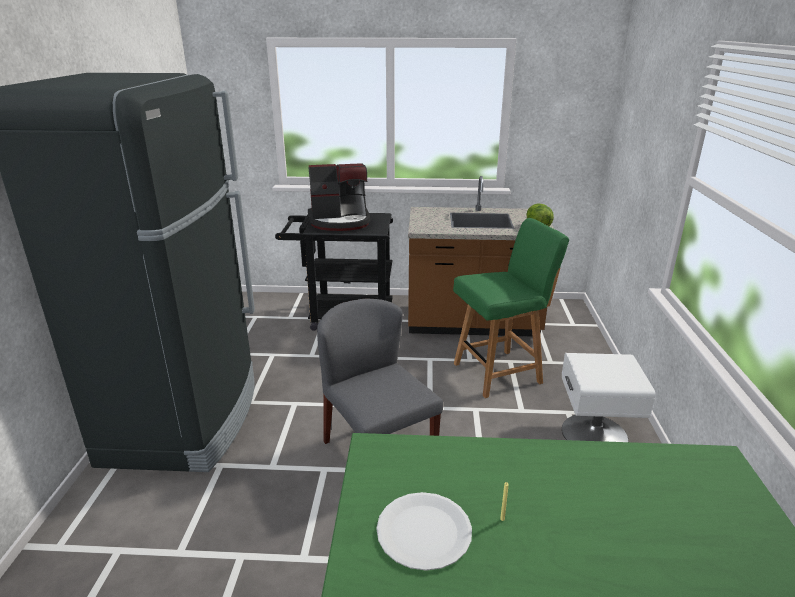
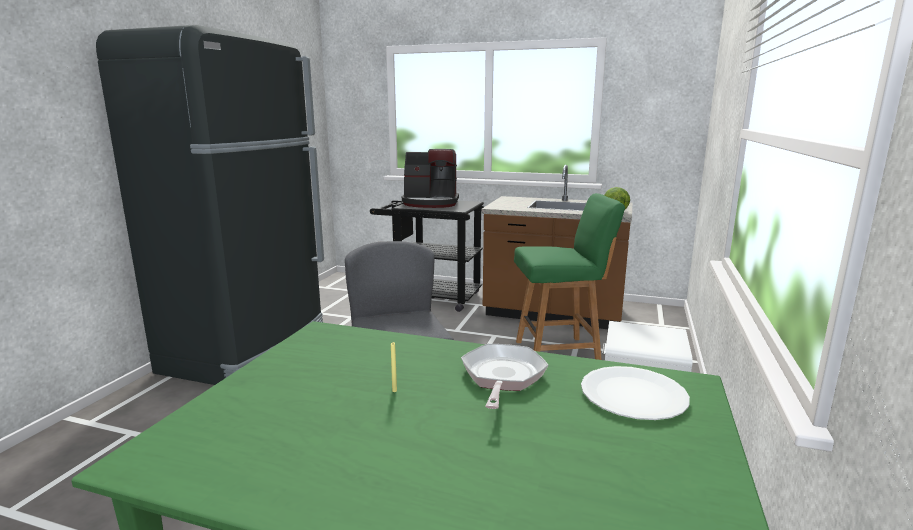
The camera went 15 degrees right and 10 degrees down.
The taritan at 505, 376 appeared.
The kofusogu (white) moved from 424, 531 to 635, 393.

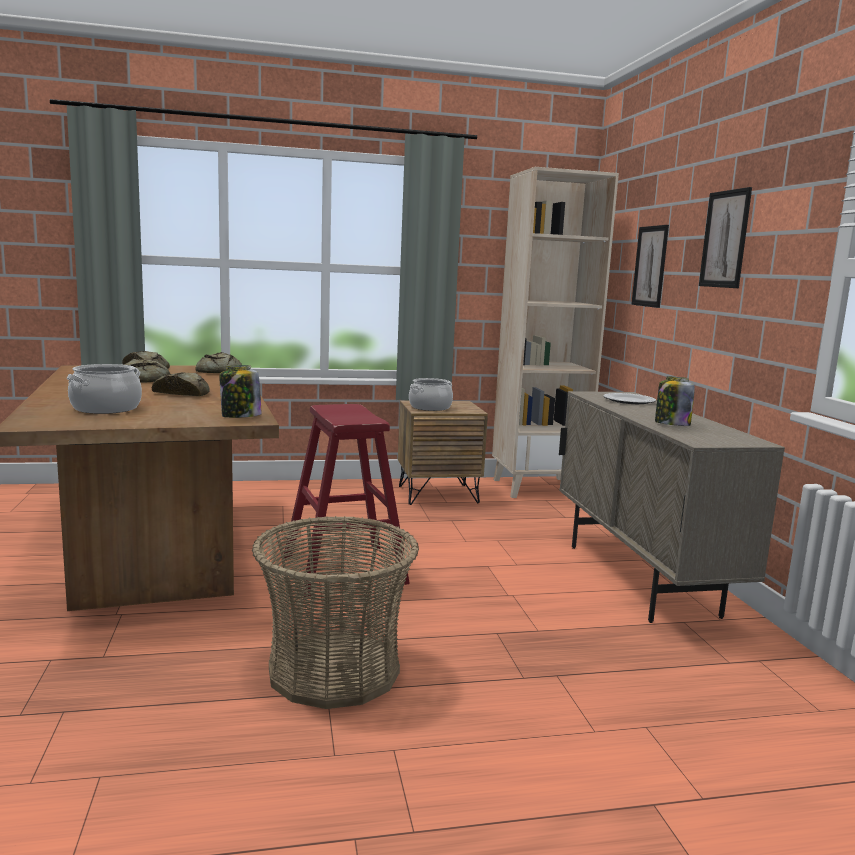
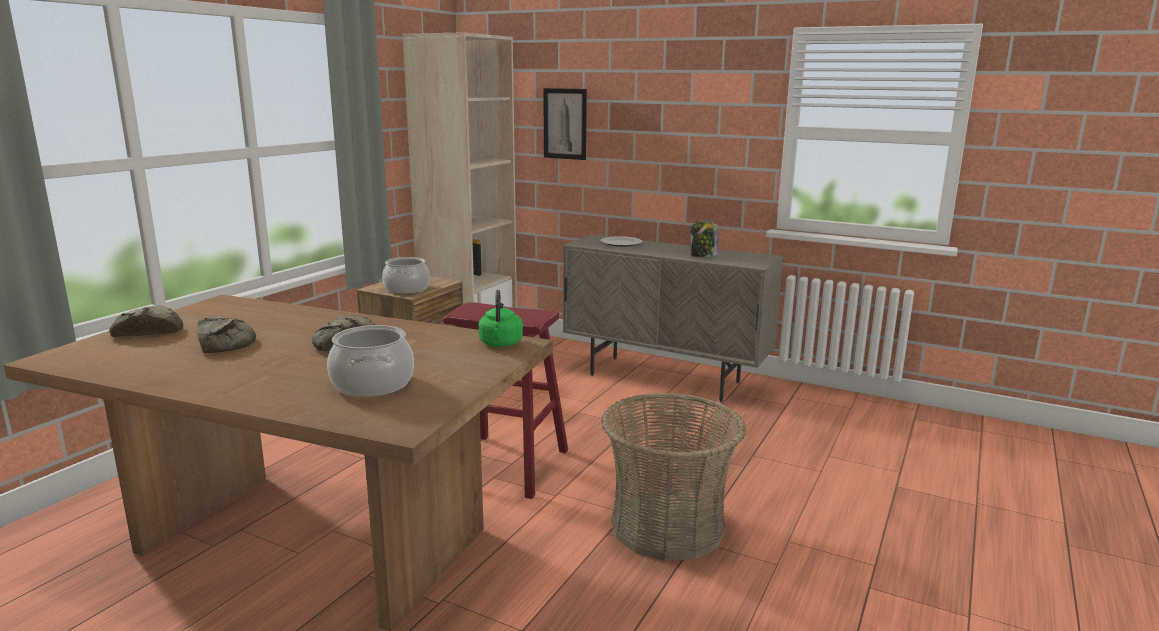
The camera went 50 degrees left and 5 degrees up.
The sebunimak at 241, 391 was replaced by the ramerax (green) at 501, 318.
The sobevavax at 218, 362 disappeared.
The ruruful at 725, 237 disappeared.

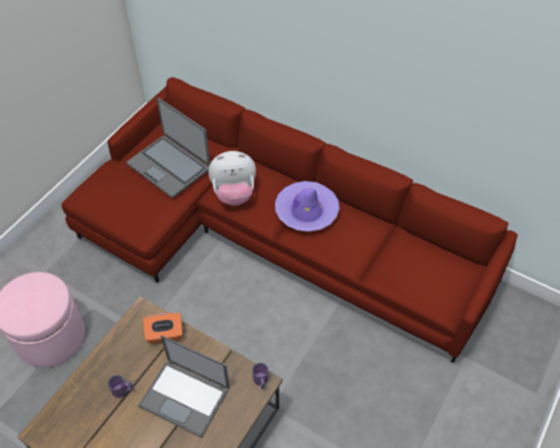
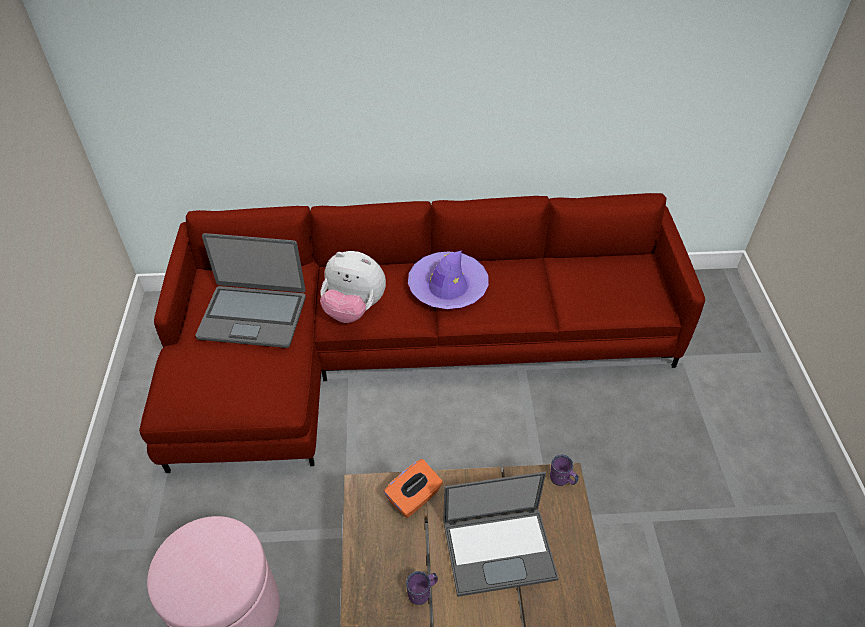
The camera went 35 degrees left and 5 degrees down.
The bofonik at 232, 178 turned 60 degrees clockwise.

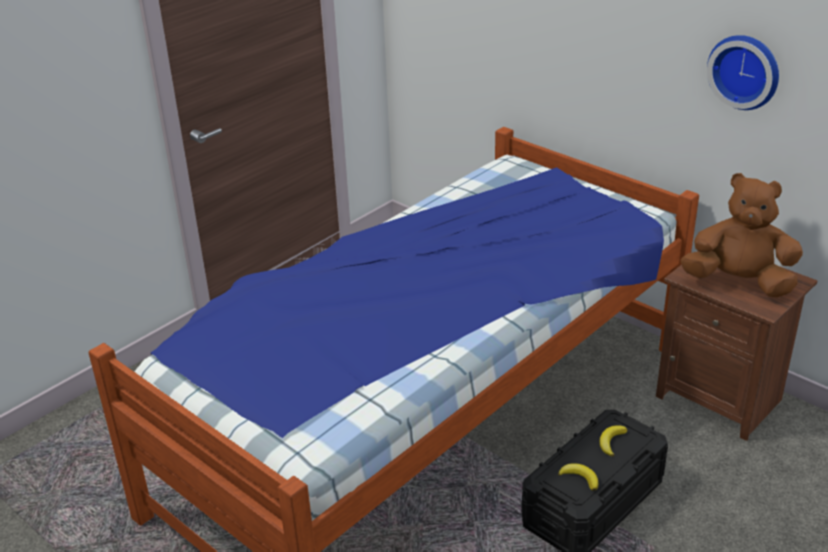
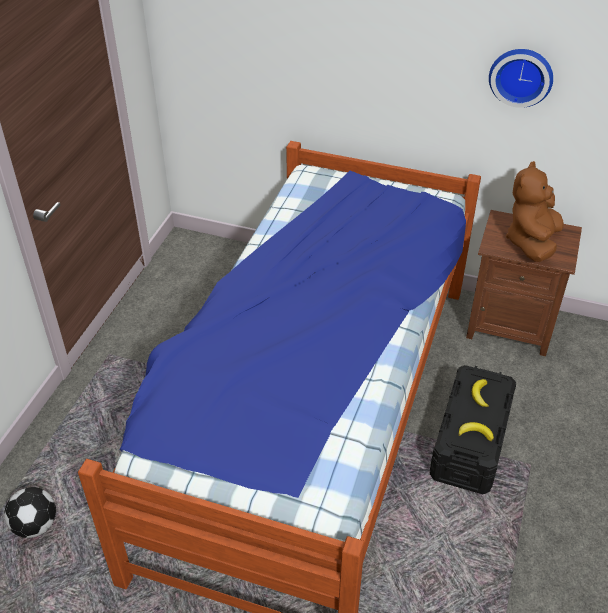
The camera went 25 degrees left and 10 degrees up.
The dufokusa at 30, 512 appeared.
The bofonik (brown) at 742, 235 turned 60 degrees counterclockwise.

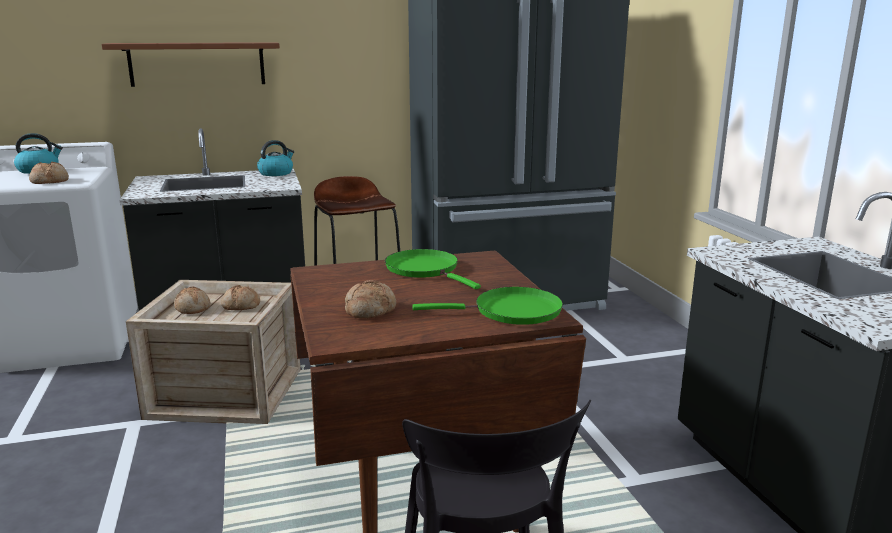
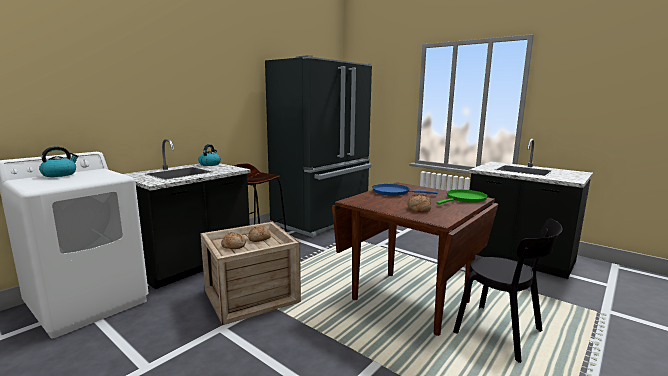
The camera went 35 degrees left and 5 degrees down.
The taritan (green) at 433, 269 became the taritan (blue) at 405, 190.
The sobevavax at 49, 173 disappeared.
The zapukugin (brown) at 190, 64 disappeared.

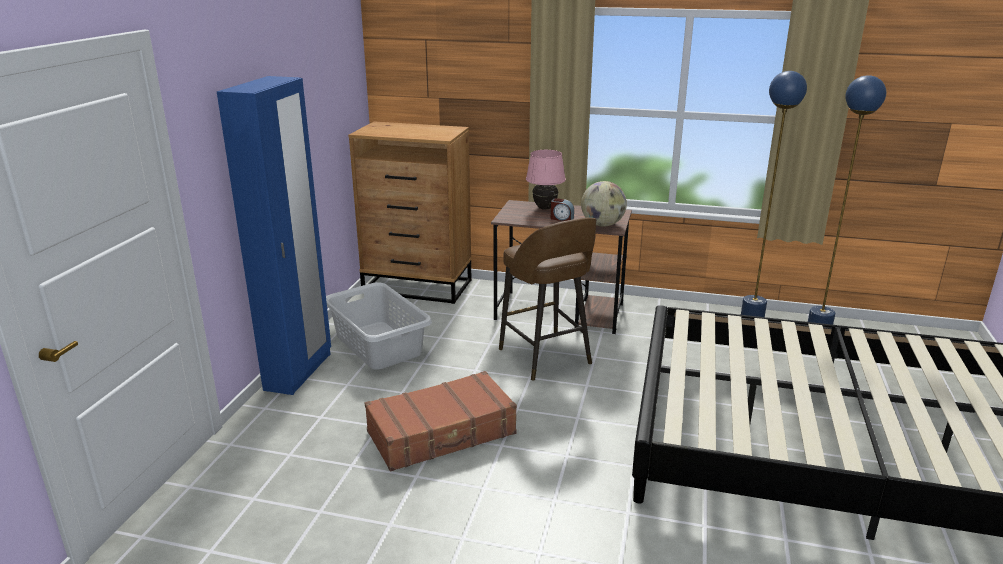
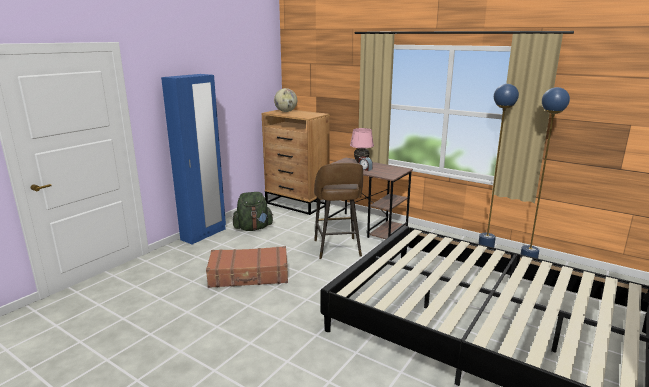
The camera went 20 degrees right and 5 degrees down.
The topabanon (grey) at 379, 326 was replaced by the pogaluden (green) at 253, 211.
The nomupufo moved from 604, 204 to 285, 100.

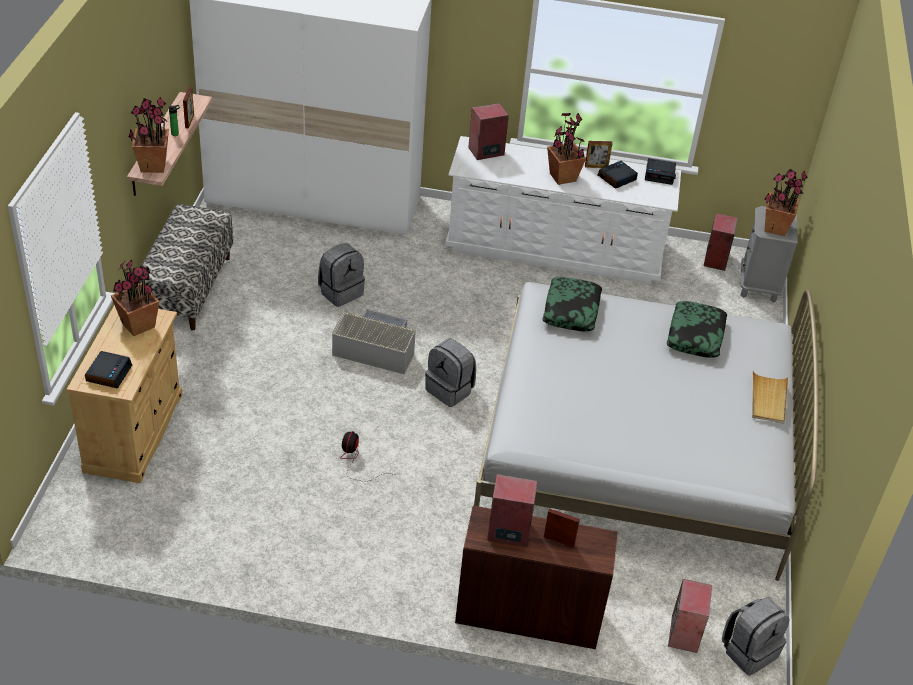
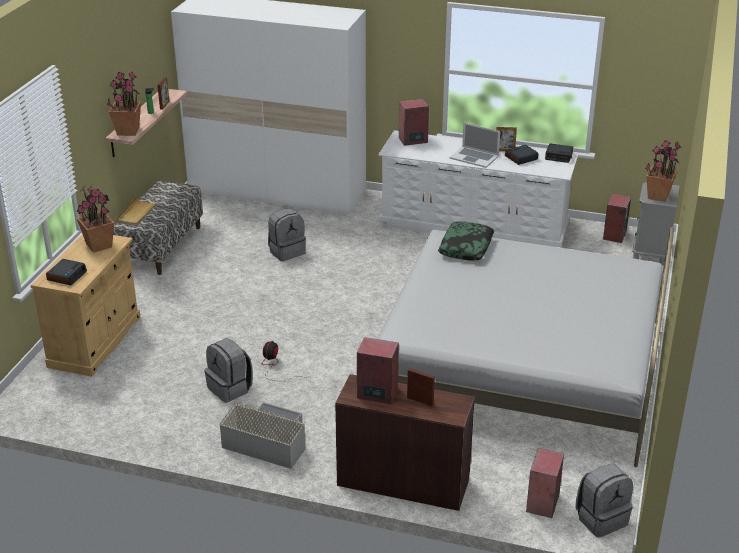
The camera went 10 degrees right and 10 degrees down.
The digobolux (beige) moved from 770, 397 to 137, 212.
The pogaluden (grey) moved from 450, 373 to 228, 370.
The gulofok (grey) moved from 374, 341 to 262, 435.
The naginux at 566, 149 was replaced by the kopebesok at 474, 145.
The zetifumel at 697, 329 disappeared.

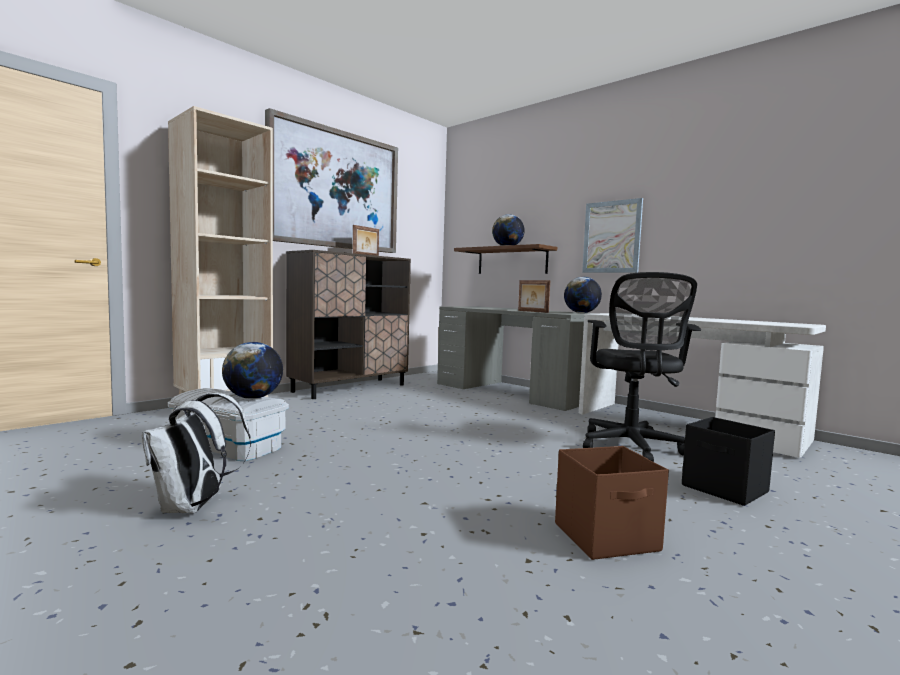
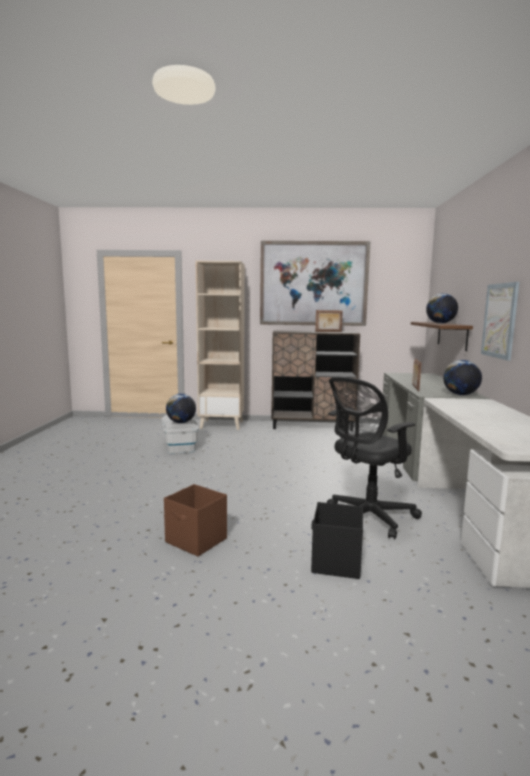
The camera went 50 degrees right and 5 degrees up.
The pogaluden (white) at 196, 453 disappeared.

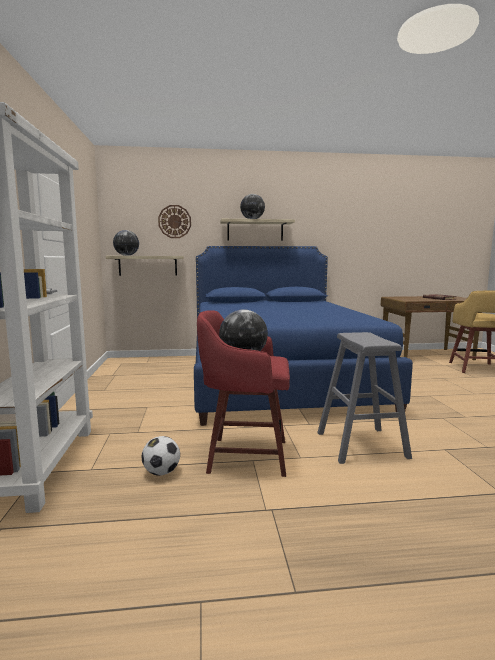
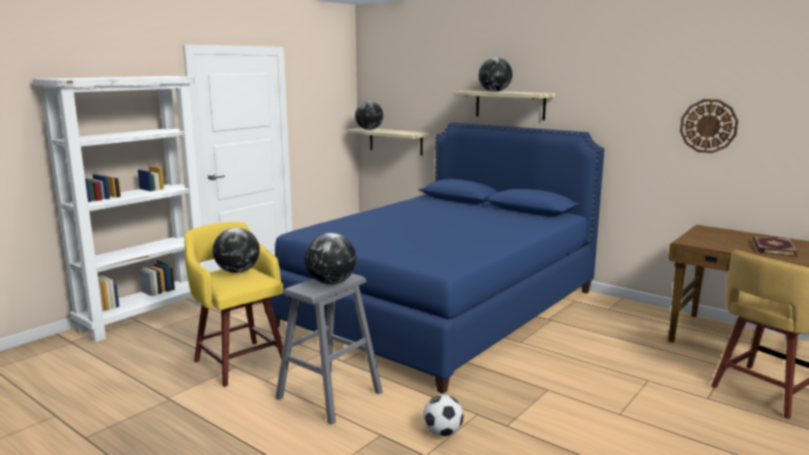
The camera went 45 degrees right and 5 degrees up.
The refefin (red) at 243, 393 became the refefin (yellow) at 233, 304.
The nomupufo at 331, 259 appeared.
The dufokusa moved from 161, 456 to 443, 415.
The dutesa moved from 174, 221 to 709, 126.

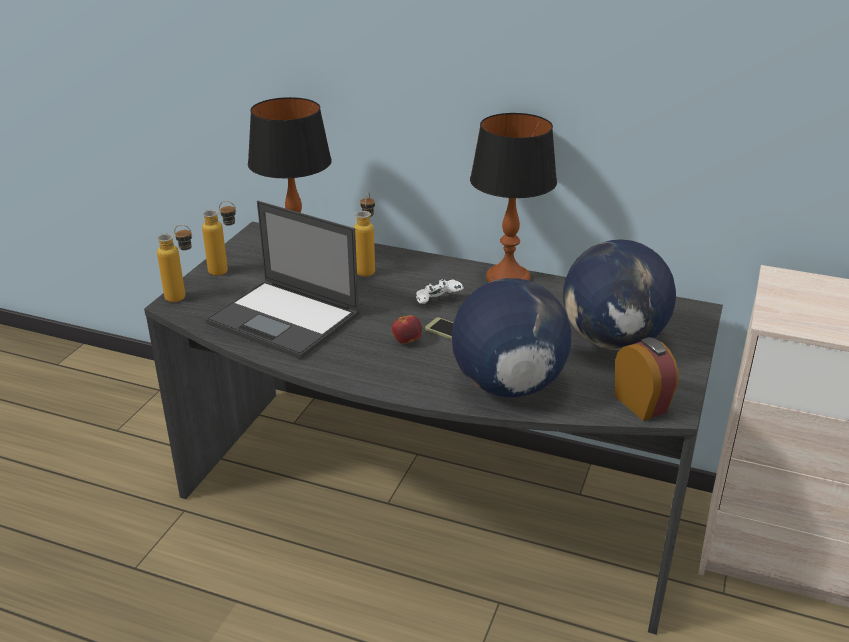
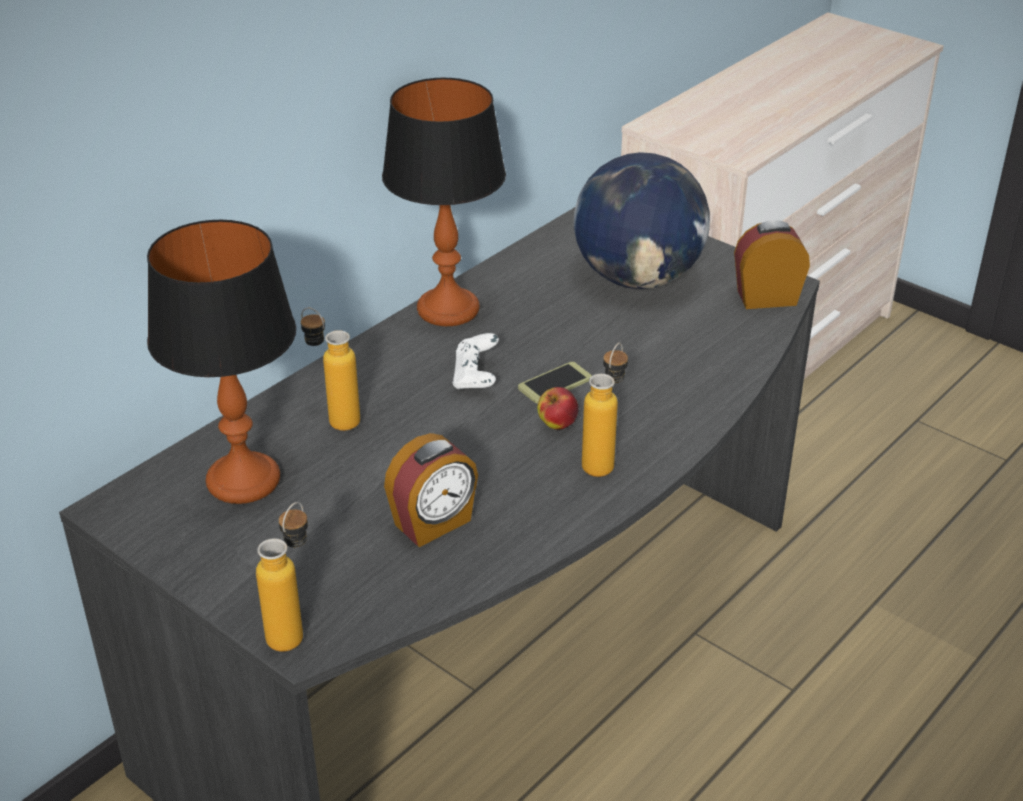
The camera went 70 degrees left and 5 degrees up.
The kopebesok at 282, 280 was replaced by the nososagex at 431, 490.
The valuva moved from 219, 238 to 605, 410.
The nomupufo at 511, 337 disappeared.

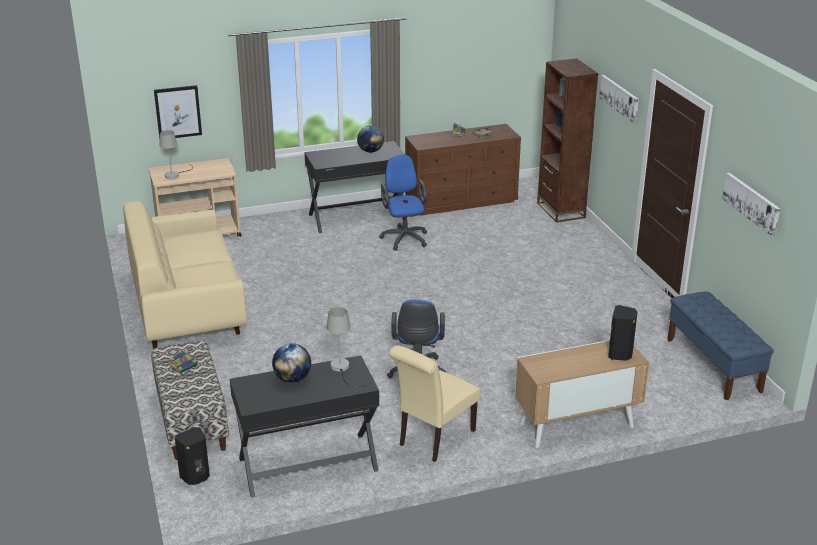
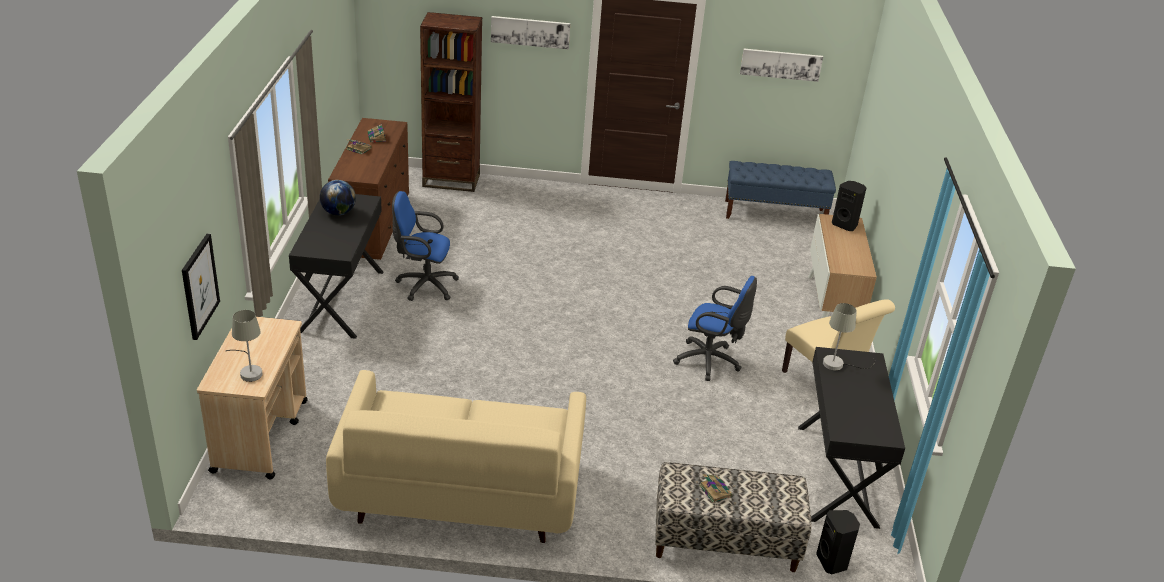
The camera went 70 degrees left and 5 degrees up.
The nomupufo at 291, 362 disappeared.

